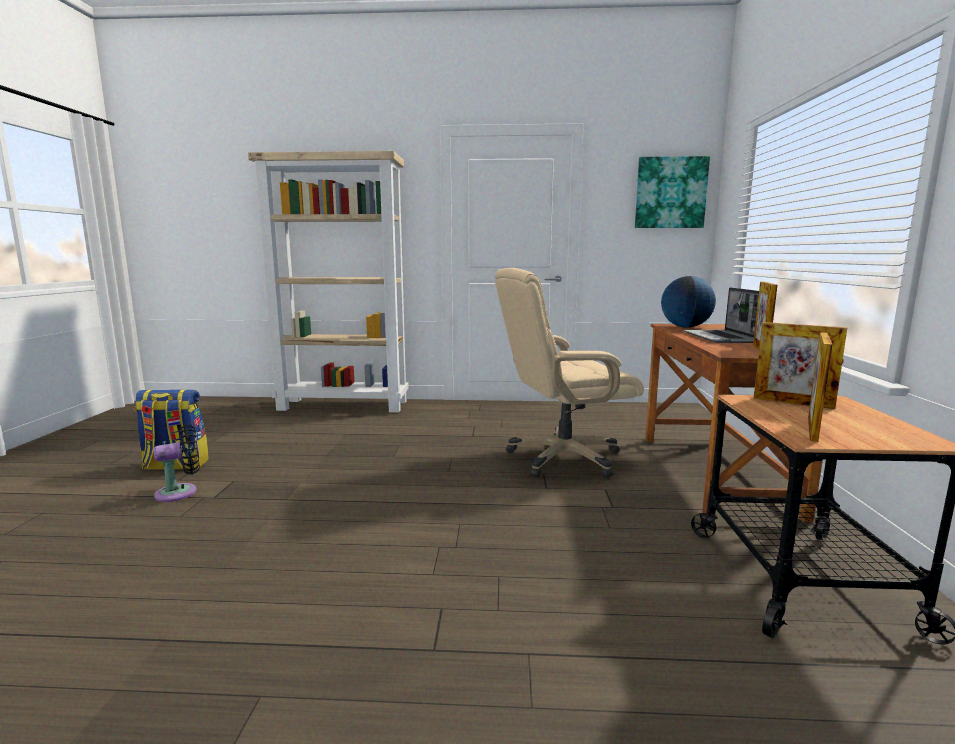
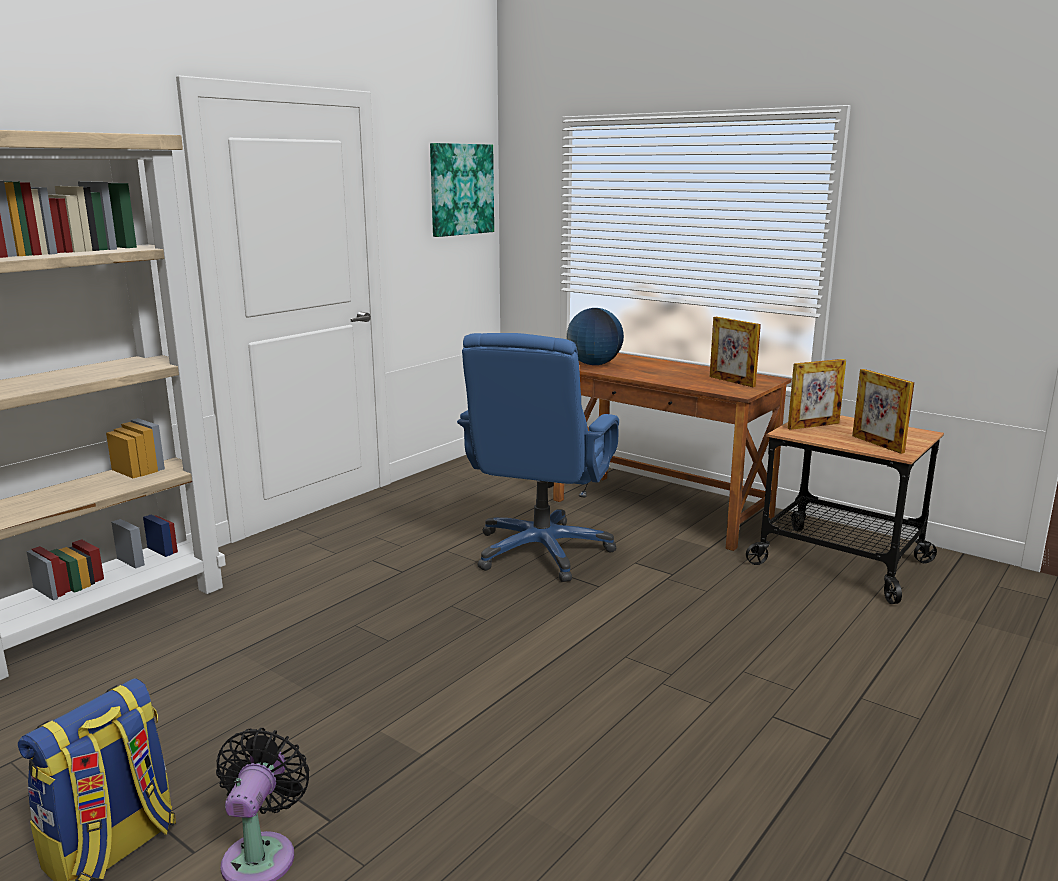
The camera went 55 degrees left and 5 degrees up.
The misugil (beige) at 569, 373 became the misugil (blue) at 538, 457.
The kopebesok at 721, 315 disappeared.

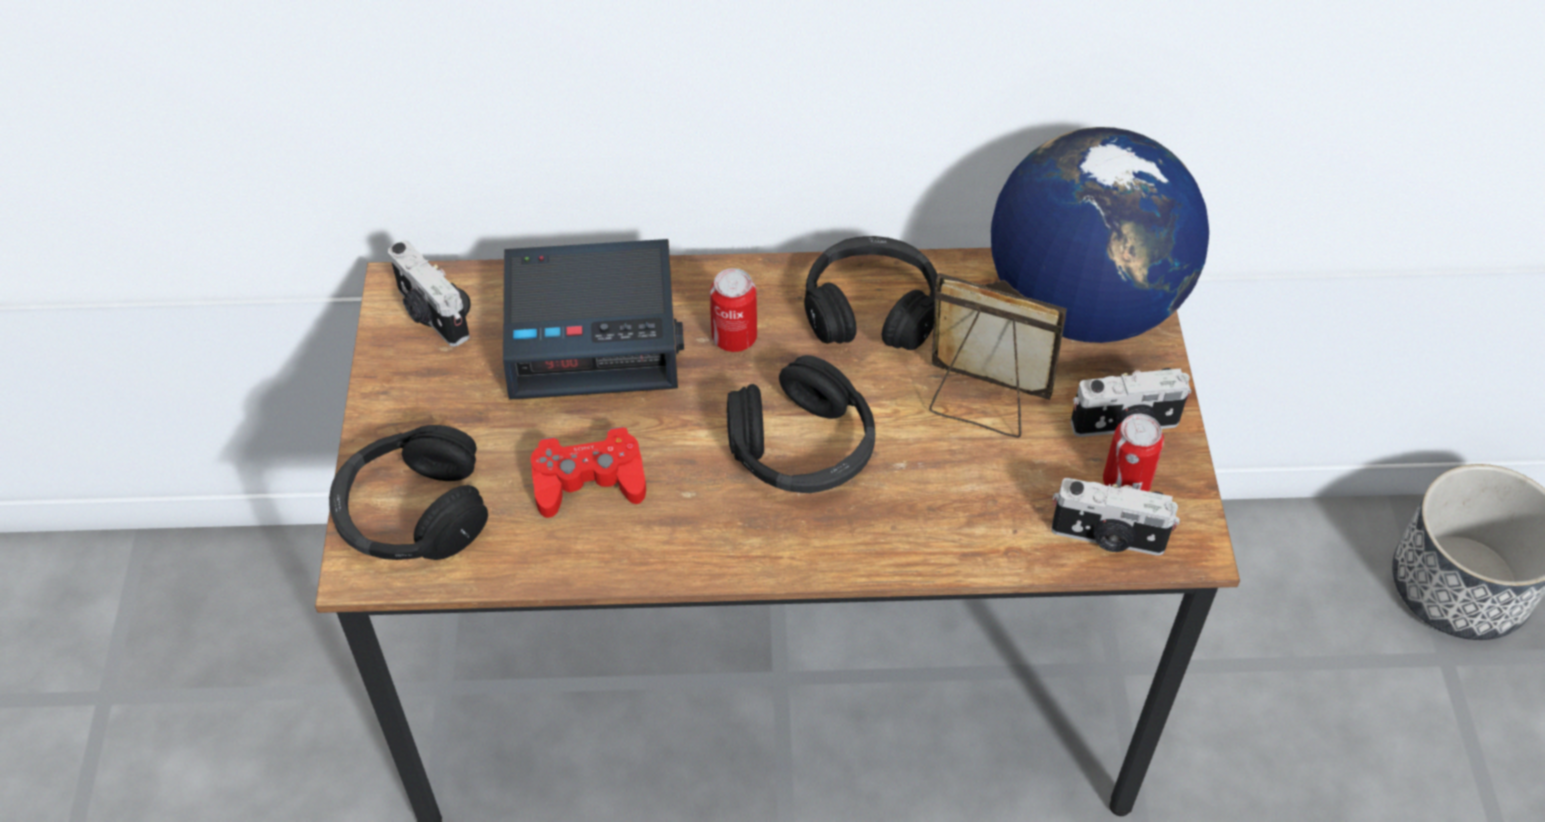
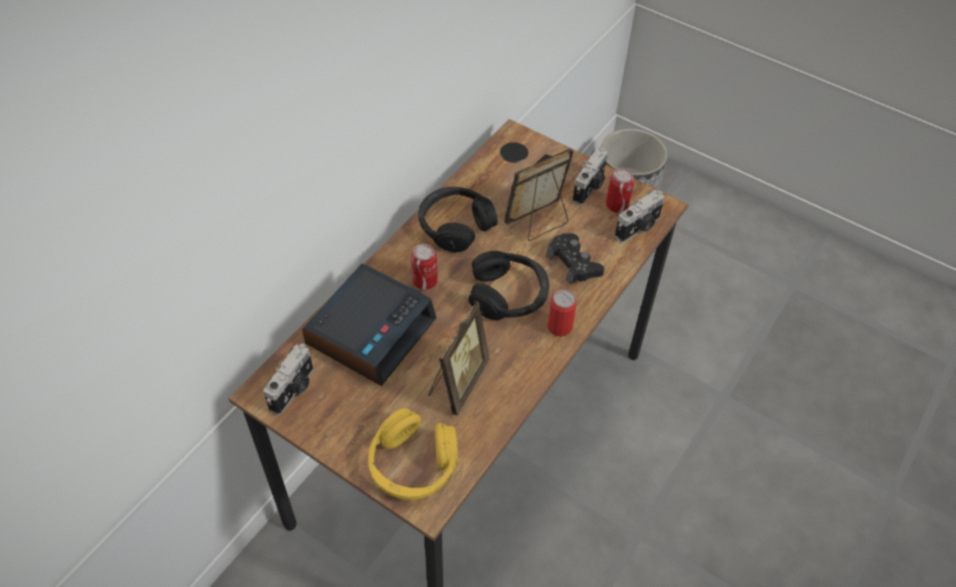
The camera went 55 degrees left and 0 degrees up.
The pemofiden at 429, 293 turned 60 degrees counterclockwise.
The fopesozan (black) at 408, 492 became the fopesozan (yellow) at 413, 454.
The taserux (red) at 588, 472 was replaced by the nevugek at 458, 358.
The taserux (black) at 575, 259 appeared.
The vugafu at 562, 313 appeared.
The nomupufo at 1100, 235 disappeared.

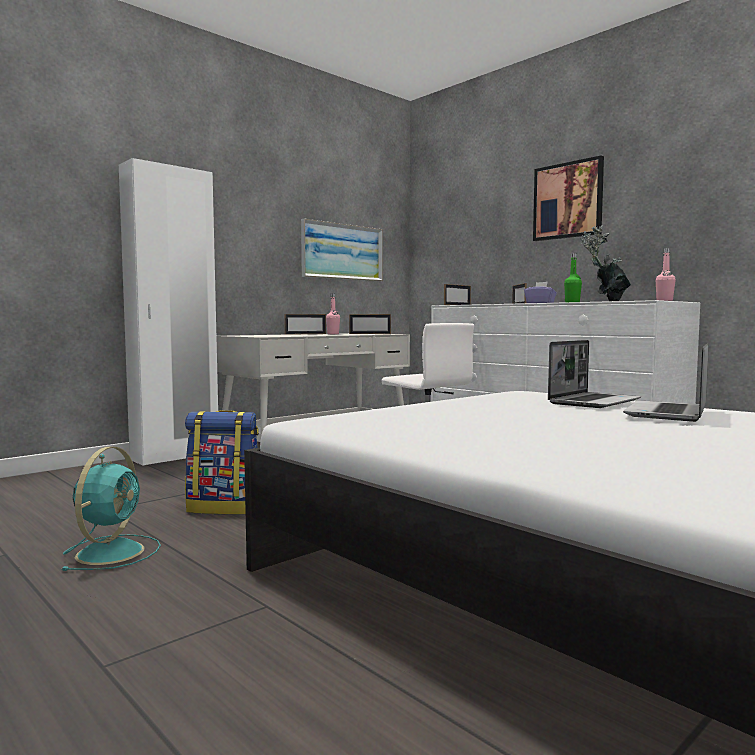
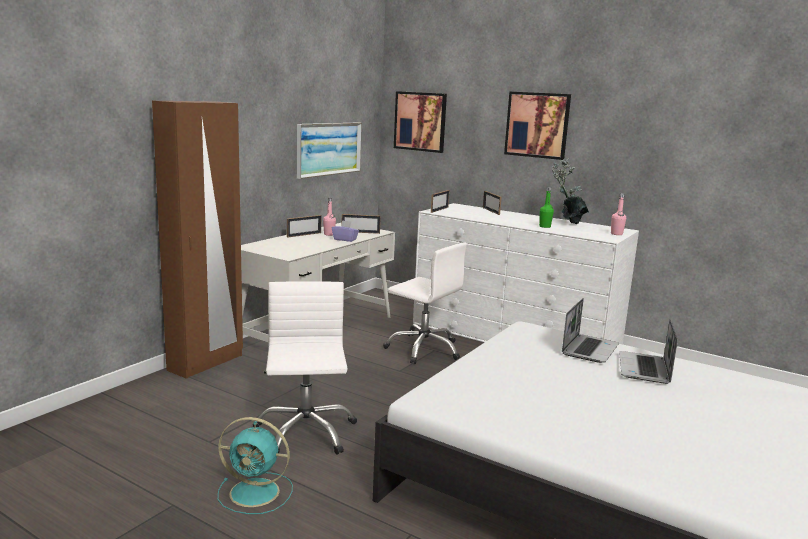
The camera went 15 degrees left and 10 degrees up.
The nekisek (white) at 168, 312 became the nekisek (brown) at 197, 240.
The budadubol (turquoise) at 111, 509 turned 105 degrees clockwise.
The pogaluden at 222, 462 was replaced by the misugil (white) at 305, 369.
The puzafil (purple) moved from 540, 292 to 345, 231.
The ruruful at 420, 122 appeared.

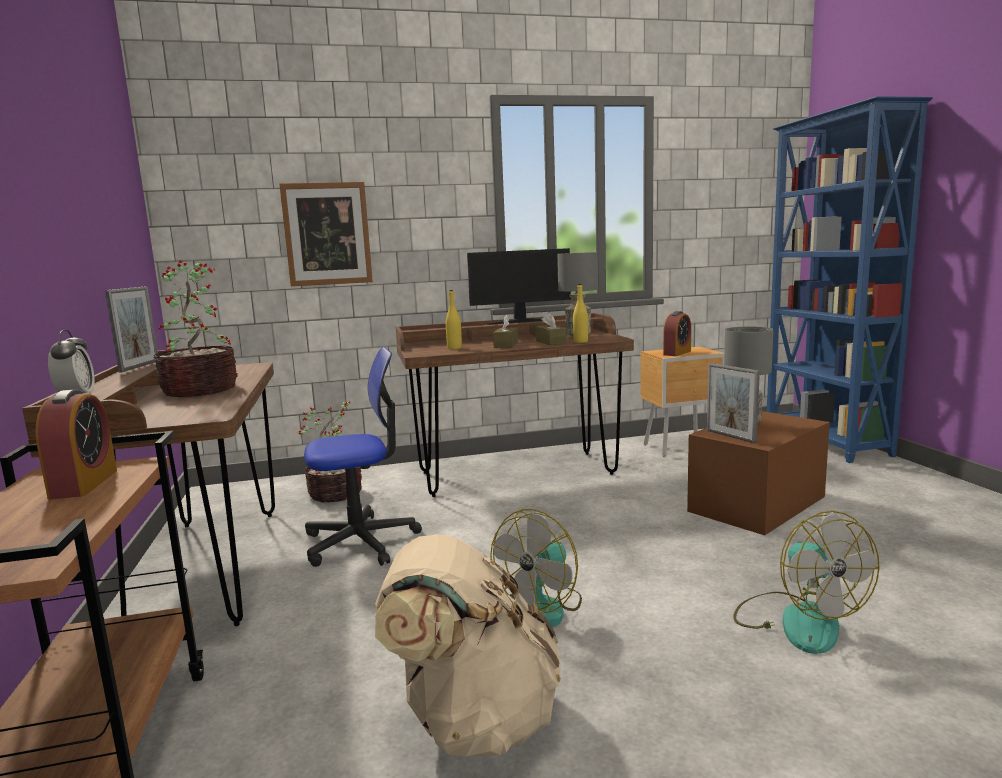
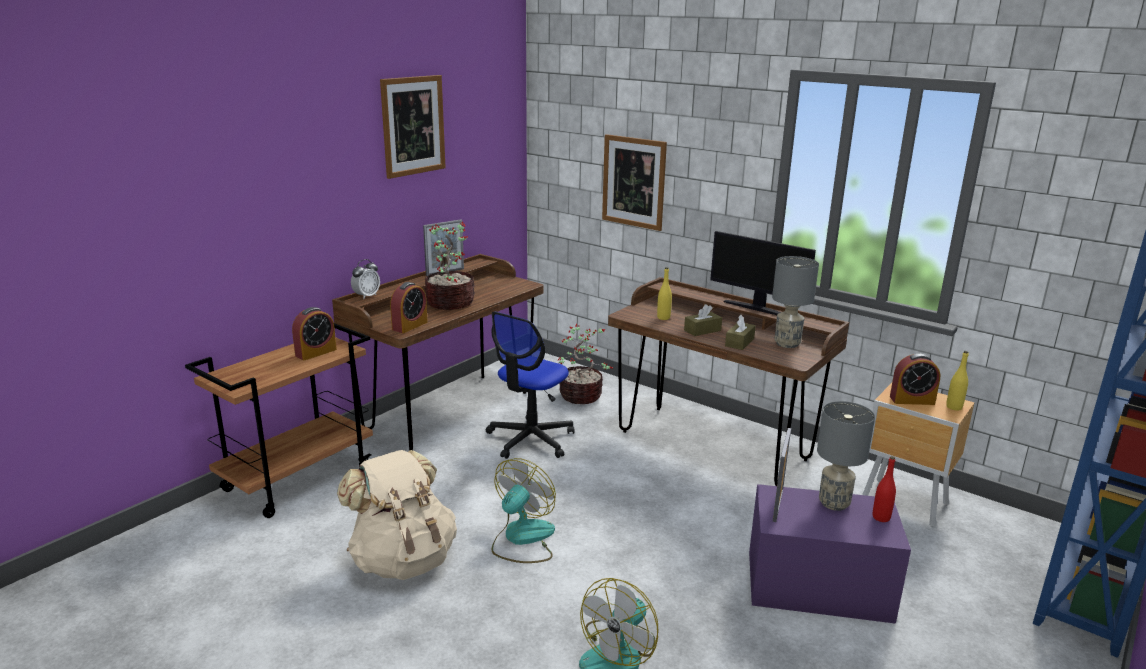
The camera went 50 degrees right and 10 degrees up.
The ruruful at 413, 127 appeared.
The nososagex at 409, 307 appeared.
The misugil at 363, 457 turned 90 degrees clockwise.
The budadubol at 536, 568 turned 120 degrees clockwise.
The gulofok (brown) at 758, 473 became the gulofok (purple) at 830, 554.
The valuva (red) at 884, 489 appeared.
The valuva (yellow) moved from 580, 313 to 957, 381.

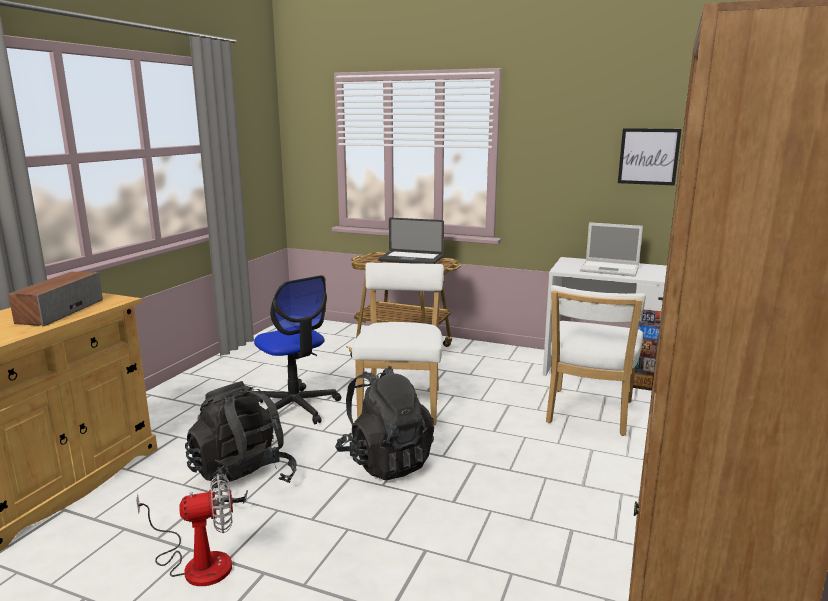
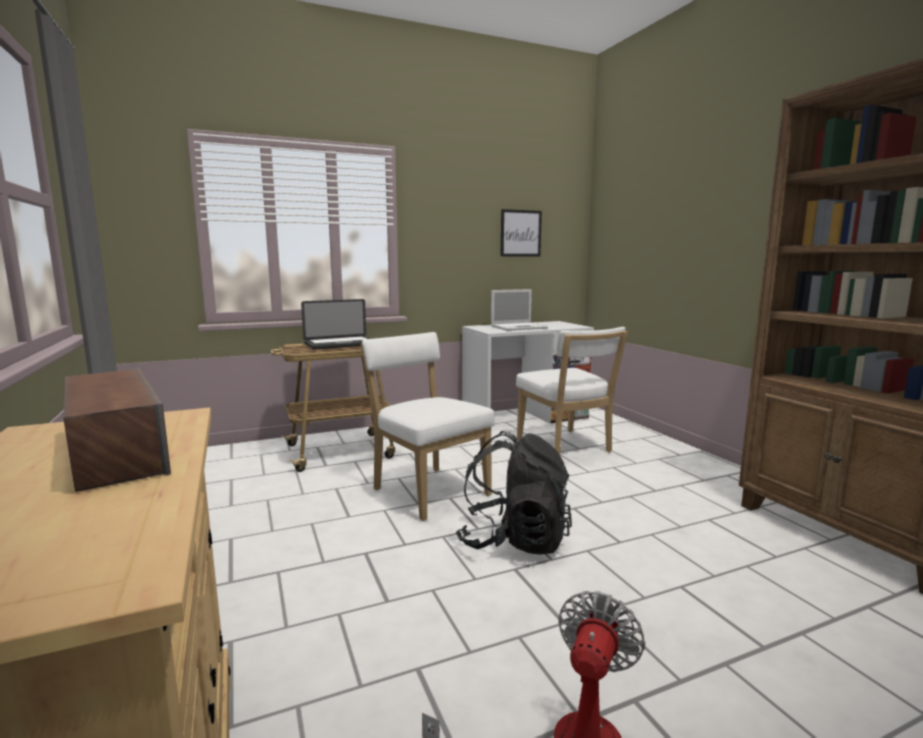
The camera went 45 degrees left and 5 degrees down.
The pogaluden (black) at 241, 442 disappeared.
The misugil at 297, 349 disappeared.

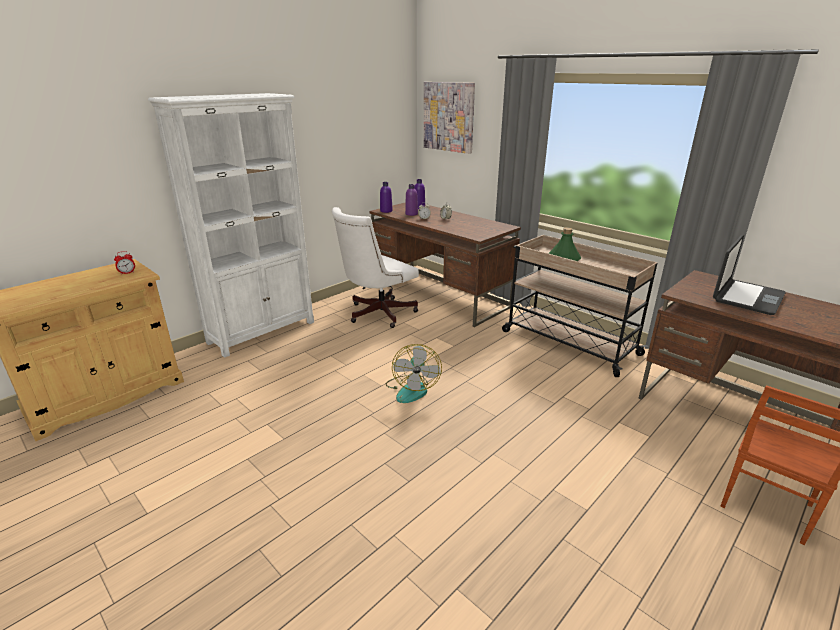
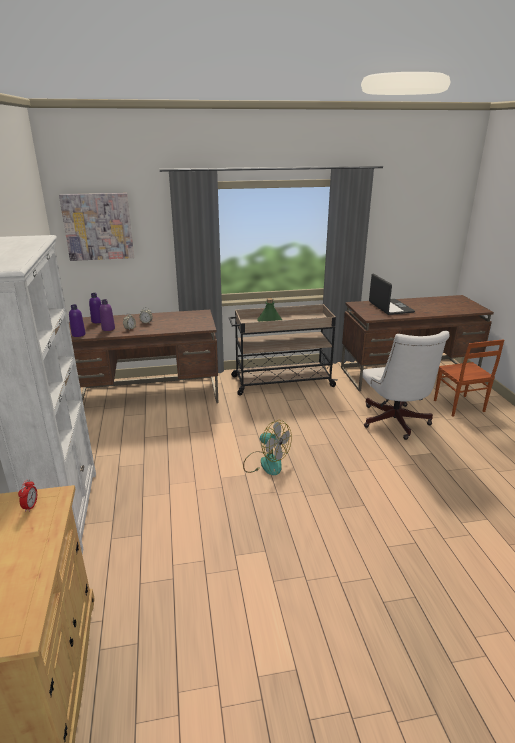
The camera went 55 degrees left and 0 degrees up.
The misugil (white) moved from 375, 267 to 406, 385.

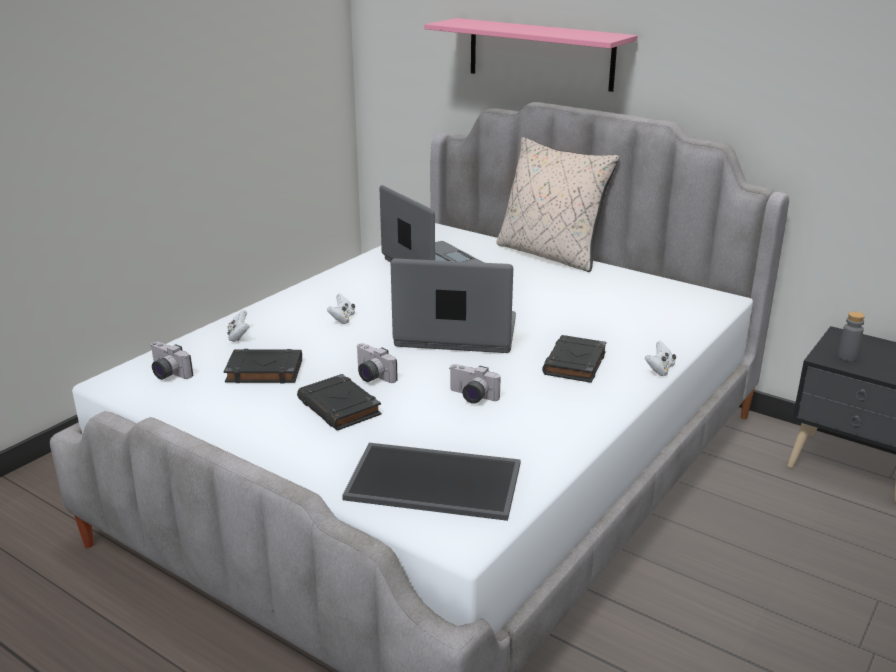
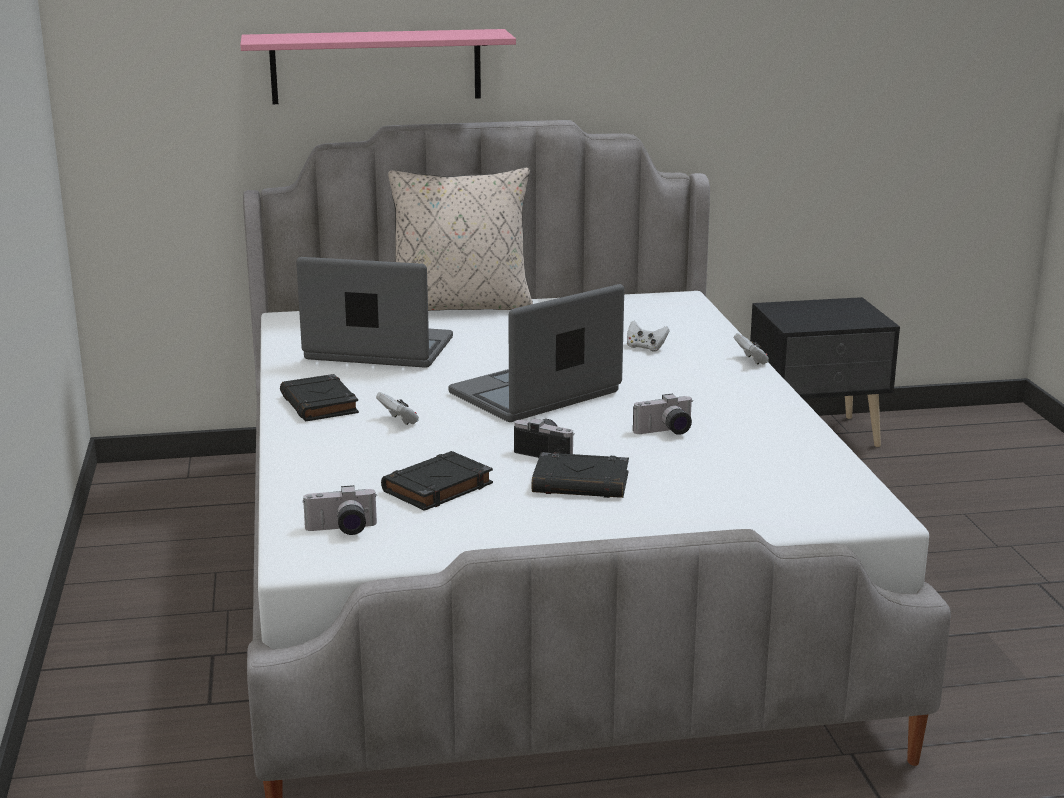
The camera went 45 degrees left and 5 degrees down.
The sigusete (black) moved from 574, 359 to 319, 397.
The pemofiden at 377, 363 turned 150 degrees counterclockwise.
The taserux (white) moved from 238, 326 to 648, 336.
The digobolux at 431, 482 disappeared.
The valuva (grey) at 851, 336 disappeared.

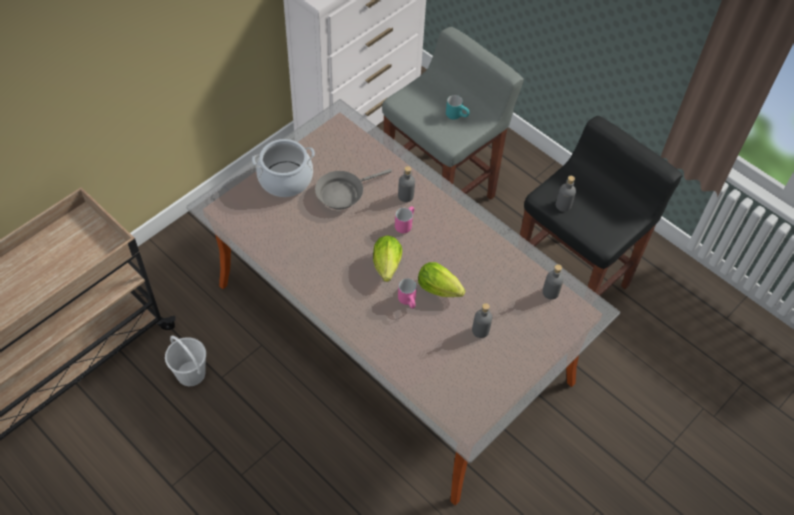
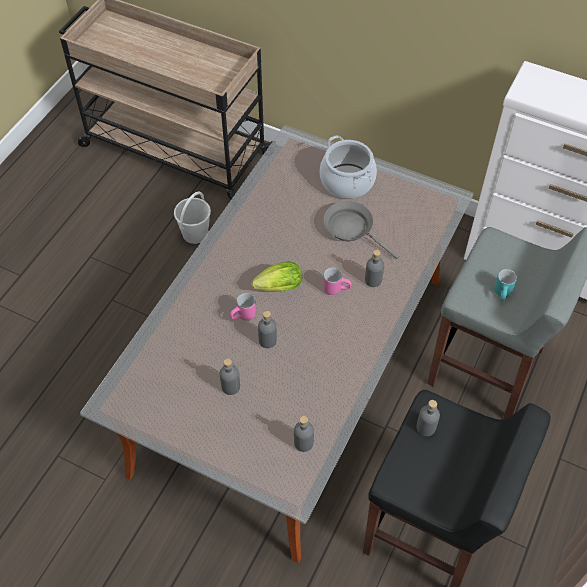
The camera went 75 degrees right and 0 degrees up.
The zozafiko at 441, 279 was replaced by the valuva (grey) at 267, 329.

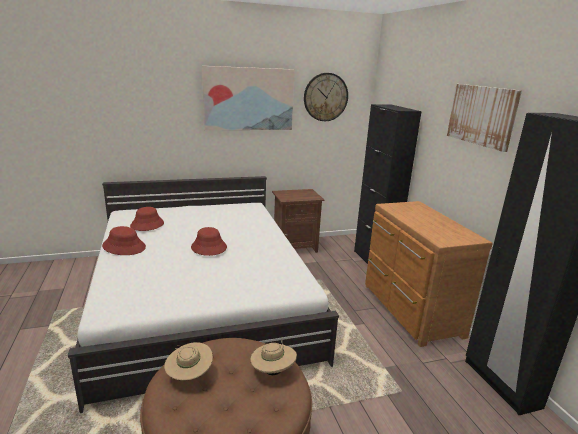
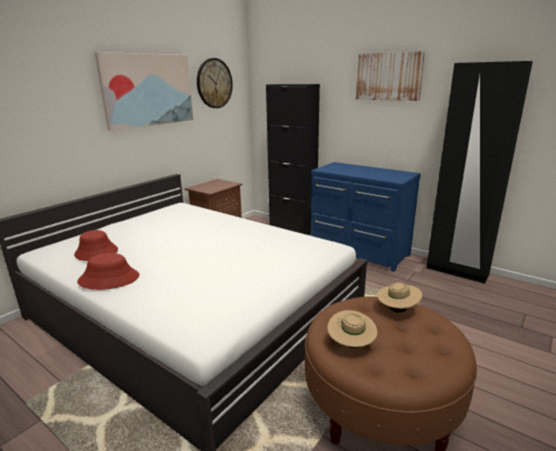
The camera went 35 degrees left and 0 degrees up.
The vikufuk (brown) at 429, 274 became the vikufuk (blue) at 366, 217.
The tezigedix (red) at 209, 241 disappeared.

